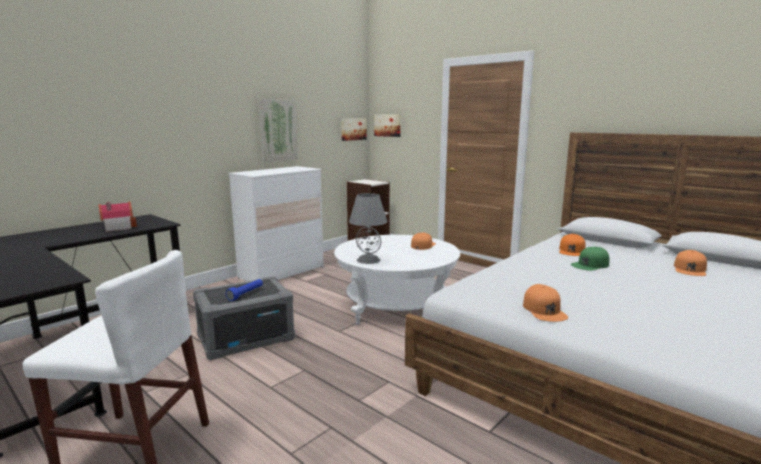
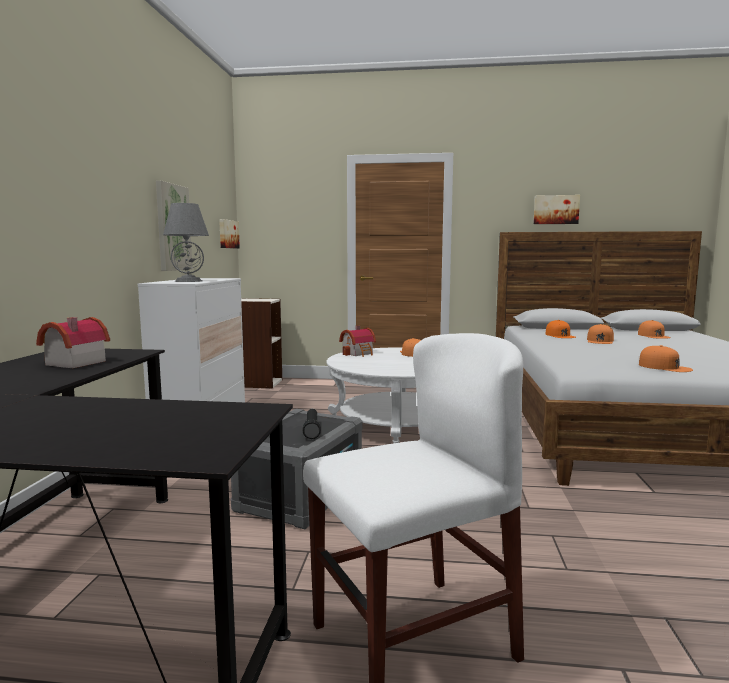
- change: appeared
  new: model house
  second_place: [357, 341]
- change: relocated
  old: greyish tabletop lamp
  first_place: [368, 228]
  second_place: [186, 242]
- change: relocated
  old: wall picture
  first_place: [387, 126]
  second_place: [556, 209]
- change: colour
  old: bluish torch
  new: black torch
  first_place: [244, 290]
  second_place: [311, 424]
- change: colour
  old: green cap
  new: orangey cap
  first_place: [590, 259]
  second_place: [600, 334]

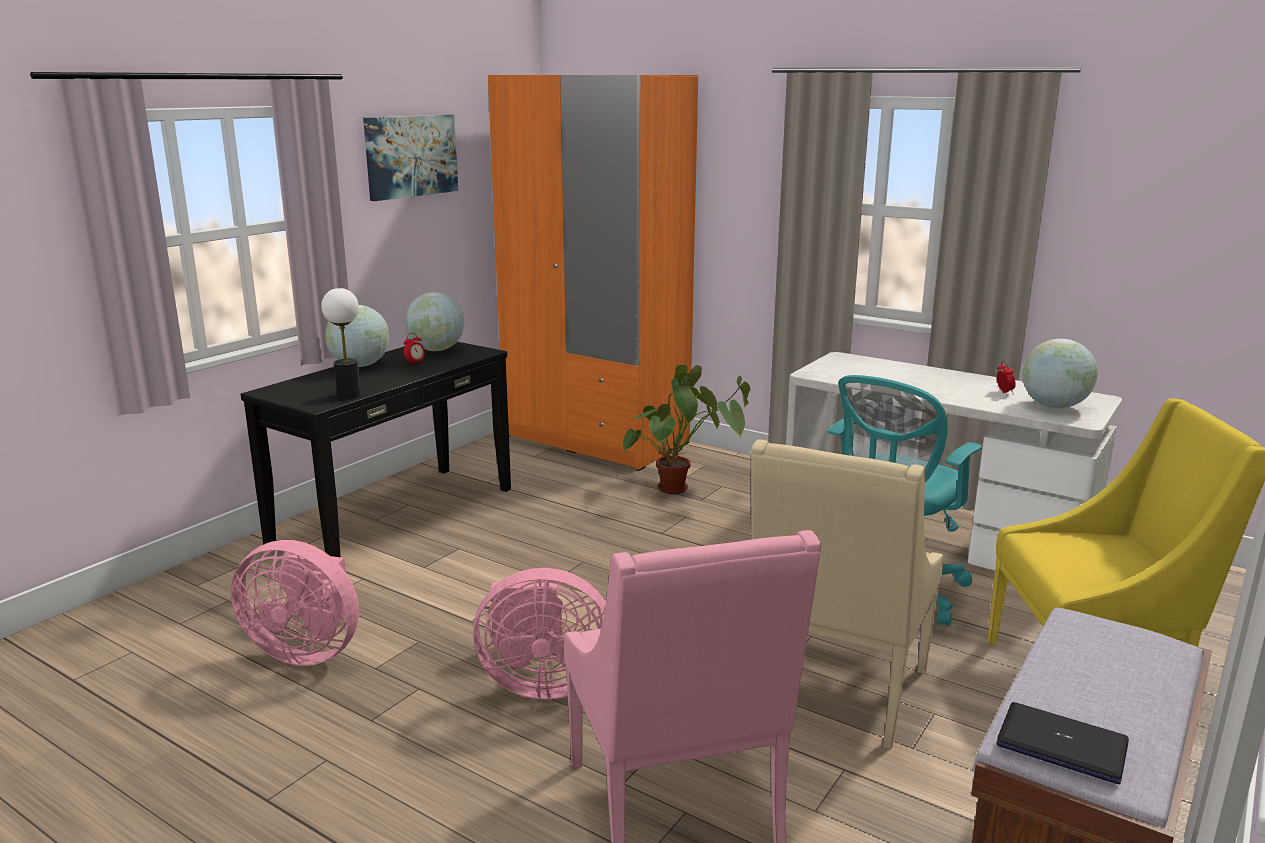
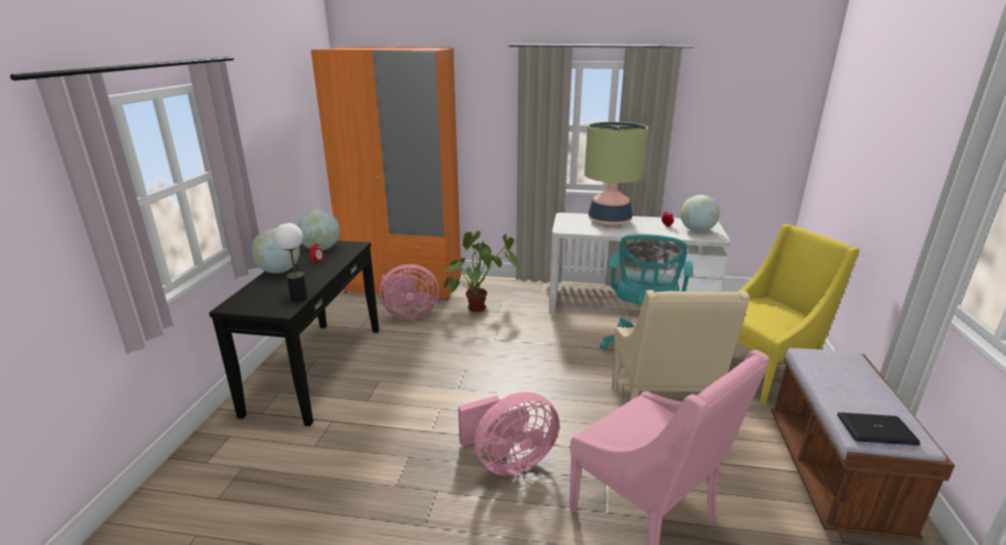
- change: missing
  old: wall picture
  first_place: [410, 157]
- change: appeared
  new: tabletop lamp
  second_place: [616, 174]
- change: relocated
  old: pinkish cooling fan
  first_place: [295, 603]
  second_place: [409, 292]

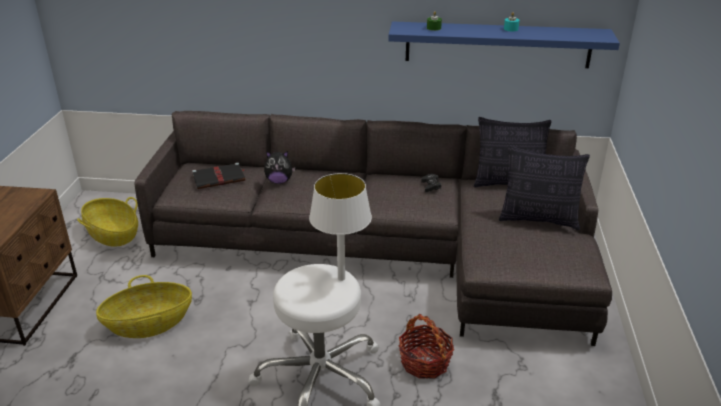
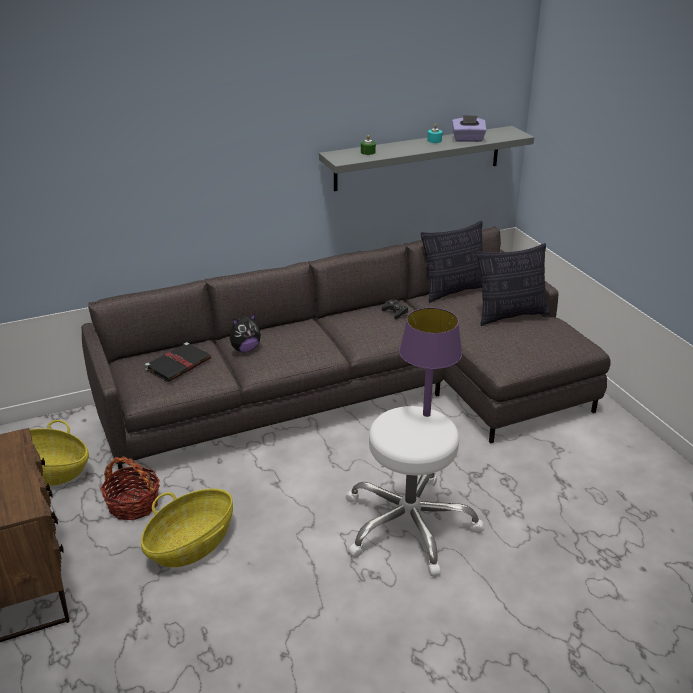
- change: appeared
  new: purple box of tissues
  second_place: [469, 128]
- change: relocated
  old: basket
  first_place: [426, 346]
  second_place: [130, 488]
- change: colour
  old: white-coloured tabletop lamp
  new: purple tabletop lamp
  first_place: [340, 227]
  second_place: [430, 362]
- change: colour
  old: bluish wall shelf
  new: greyish wall shelf
  first_place: [504, 44]
  second_place: [426, 158]

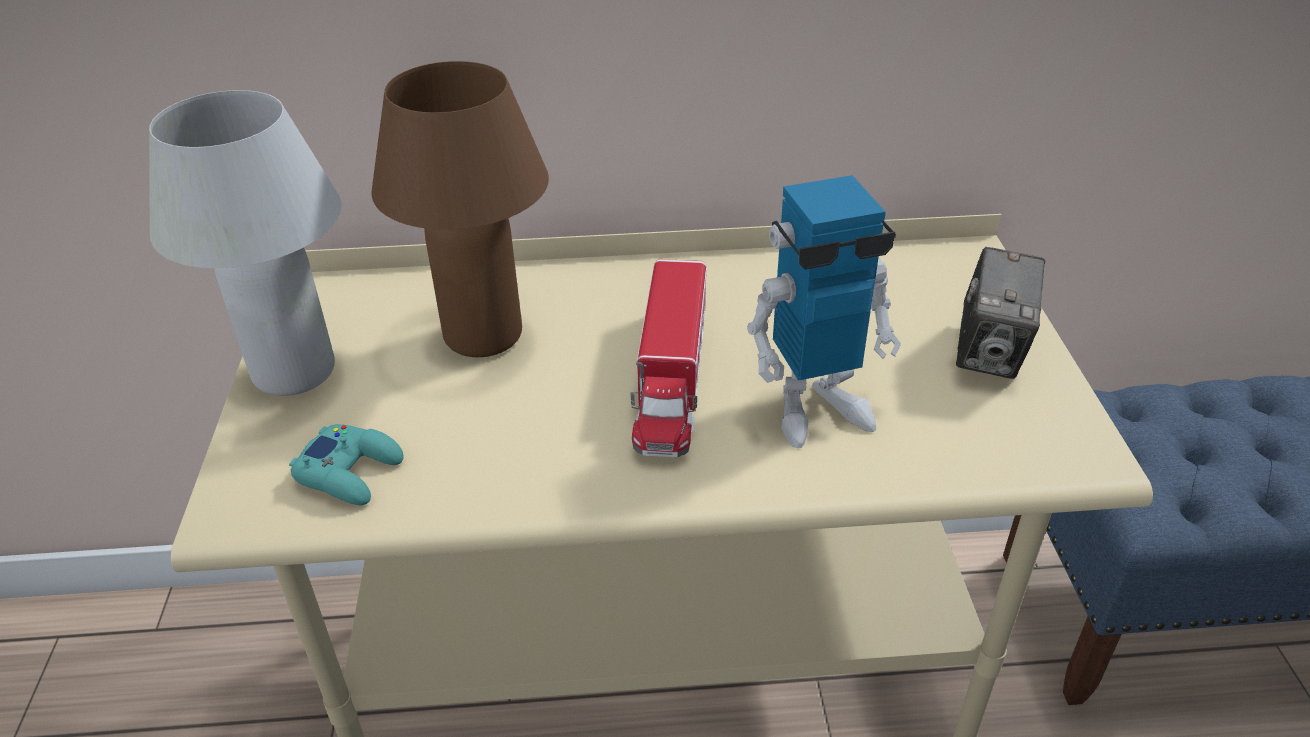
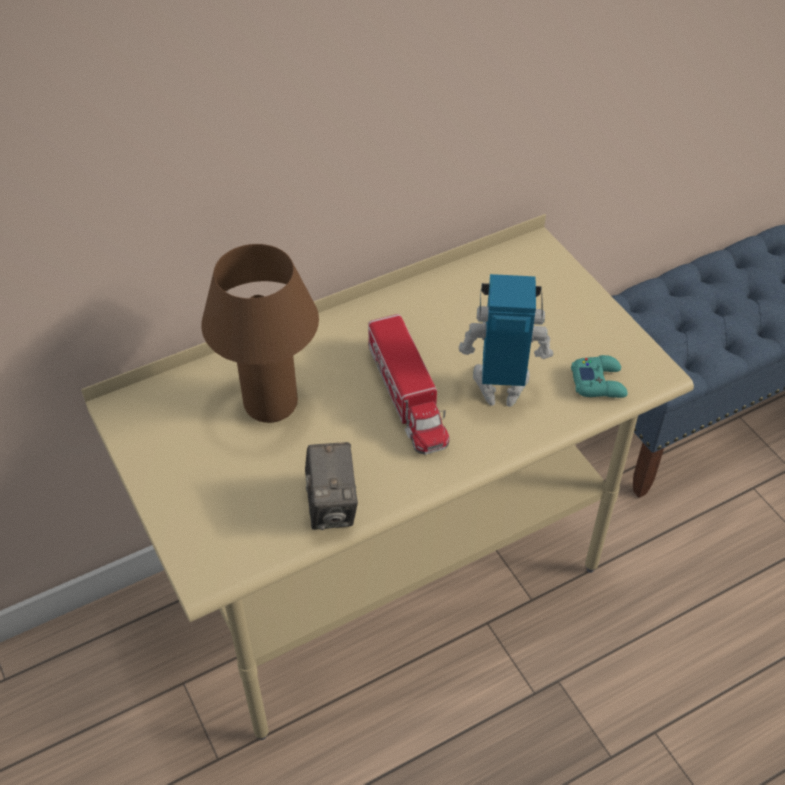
- change: missing
  old: white-coloured tabletop lamp
  first_place: [245, 243]
- change: relocated
  old: turquoise-coloured joypad
  first_place: [346, 464]
  second_place: [599, 376]
- change: relocated
  old: still camera
  first_place: [1001, 313]
  second_place: [331, 486]
- change: spun
  old: robot figure
  first_place: [824, 311]
  second_place: [506, 340]
  degrees: -135

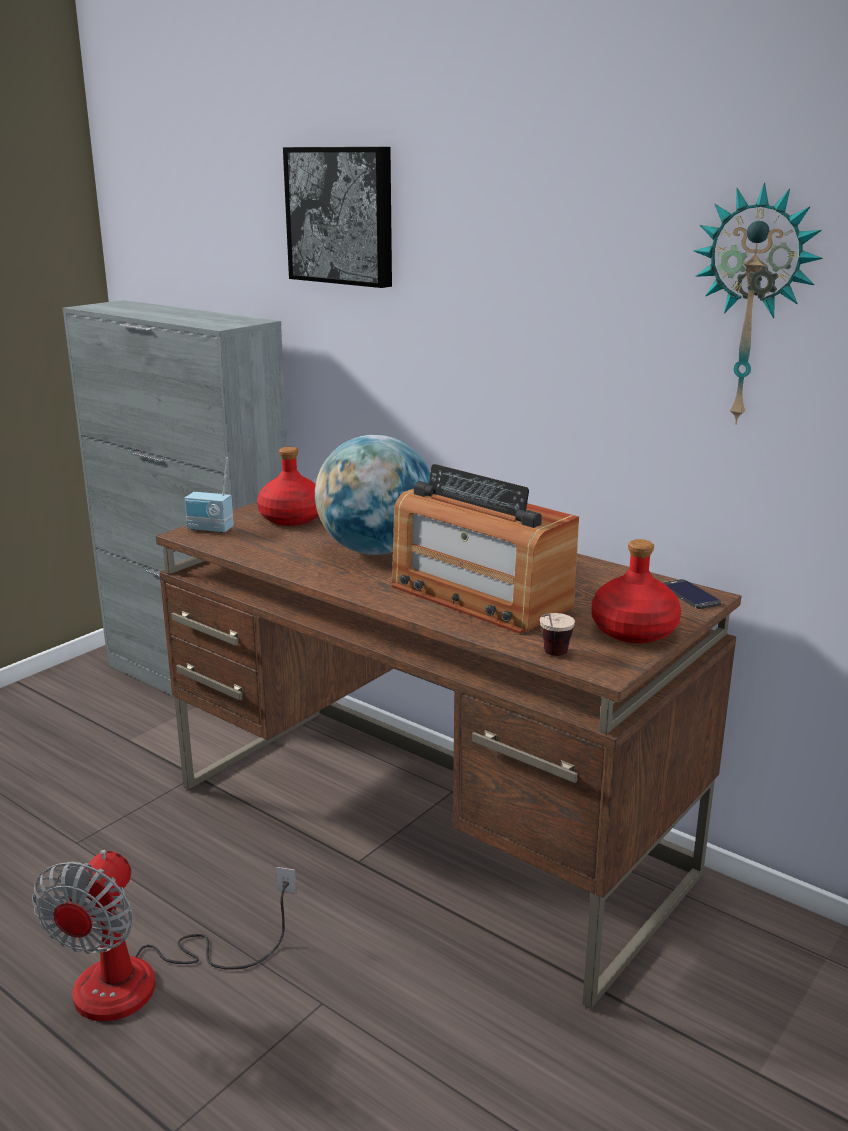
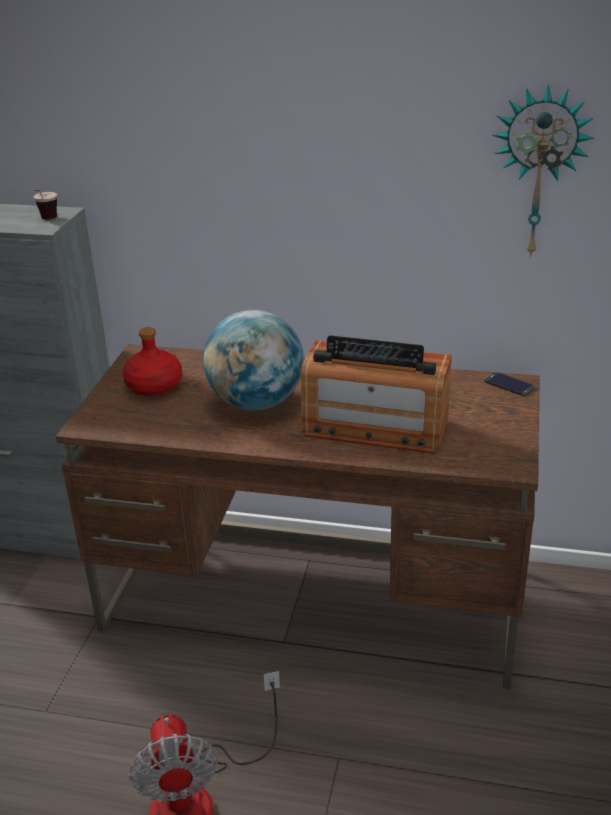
- change: missing
  old: radio
  first_place: [209, 495]
- change: missing
  old: wall picture
  first_place: [337, 217]
- change: missing
  old: red drink bottle
  first_place: [636, 591]
- change: relocated
  old: small cup
  first_place: [557, 634]
  second_place: [45, 205]

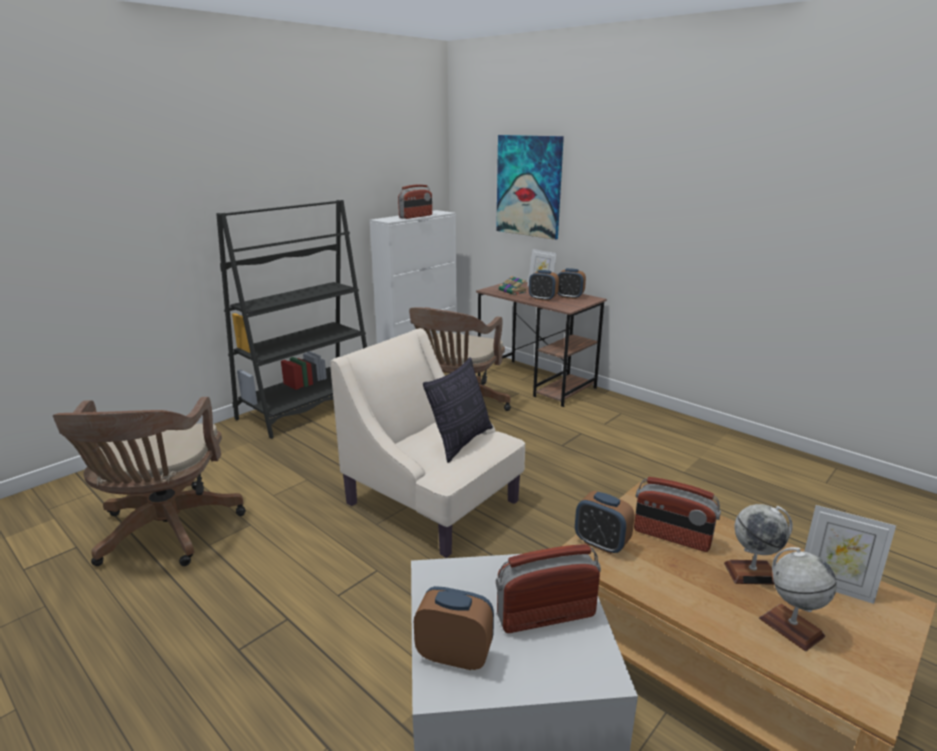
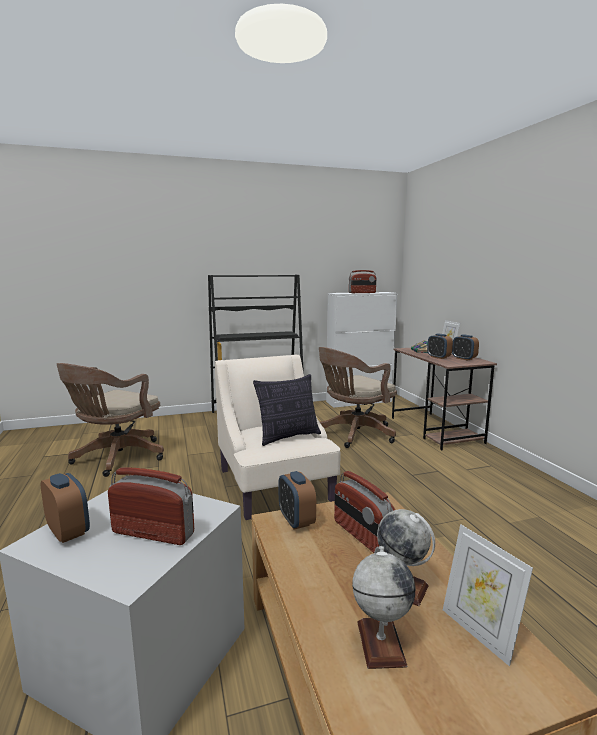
- change: missing
  old: wall picture
  first_place: [530, 187]

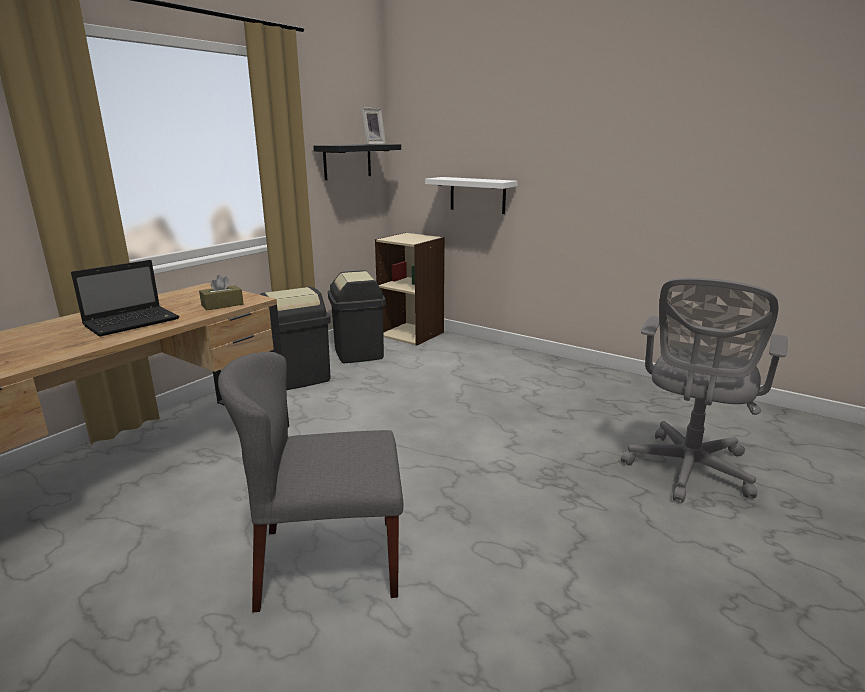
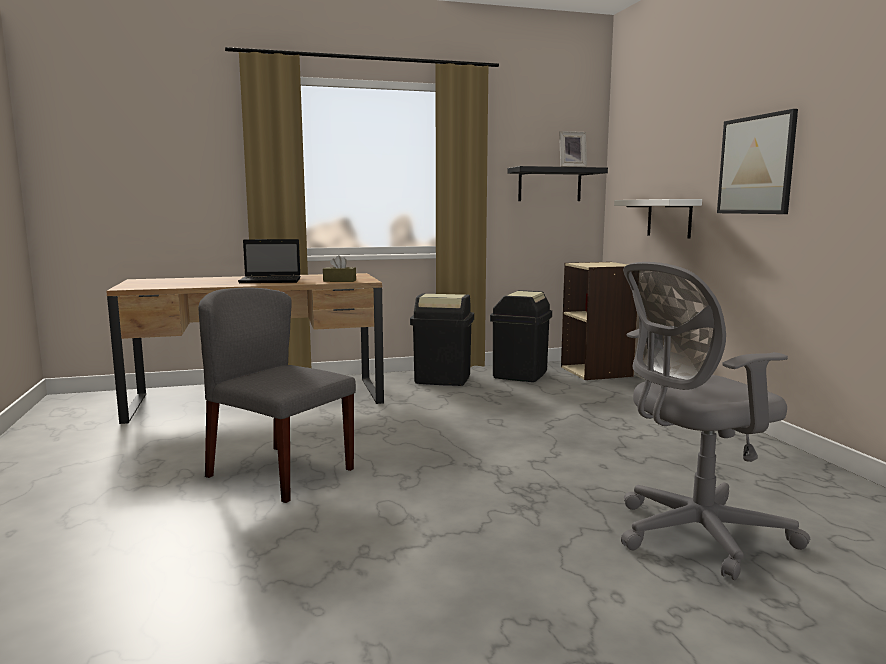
- change: appeared
  new: wall picture
  second_place: [757, 161]

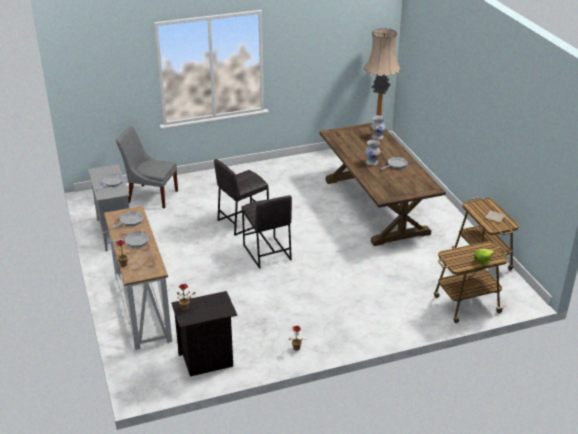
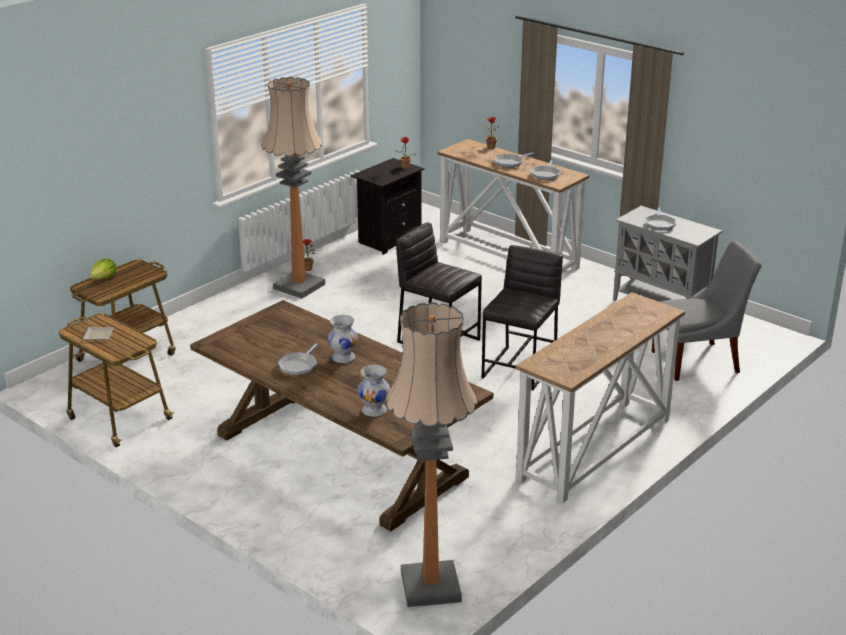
- change: appeared
  new: standard lamp
  second_place: [293, 188]
- change: appeared
  new: narrow table
  second_place: [600, 397]

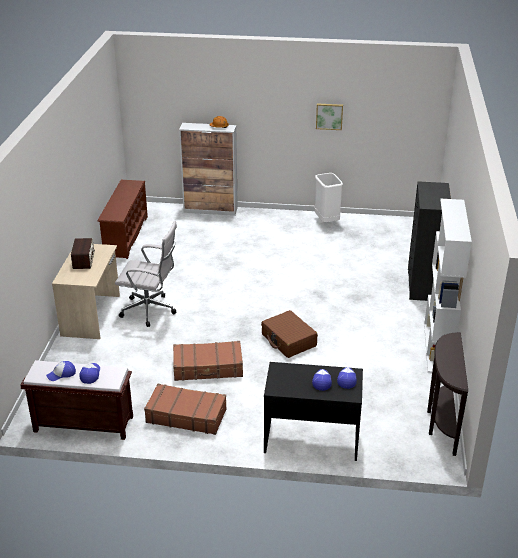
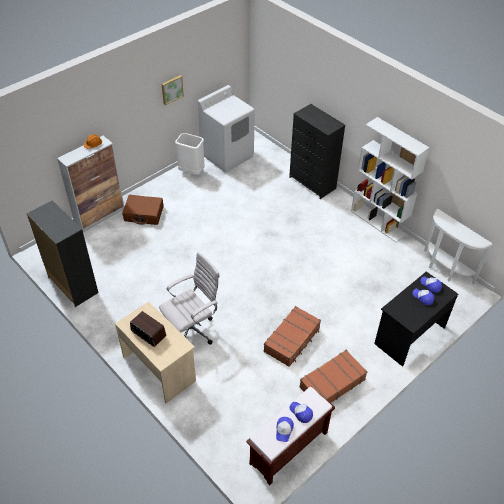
- change: appeared
  new: white-coloured laundry machine
  second_place: [226, 129]
- change: relocated
  old: brown travel case
  first_place: [289, 334]
  second_place: [143, 210]
- change: exchanged
  old: brown shoe stand
  new: black drawer chest
  first_place: [122, 219]
  second_place: [62, 253]
- change: colour
  old: brown narrow table
  new: white-coloured narrow table
  first_place: [447, 394]
  second_place: [458, 246]

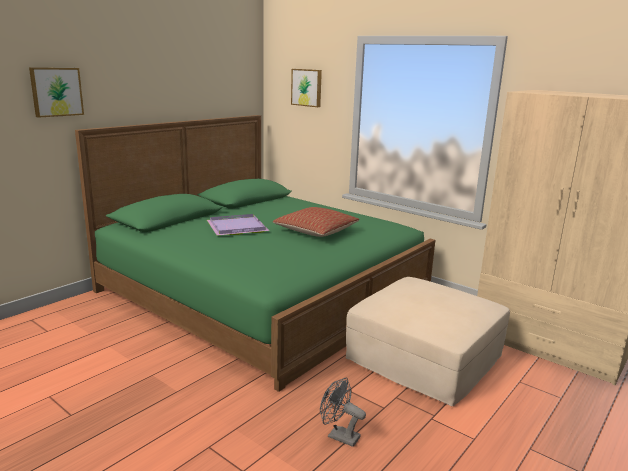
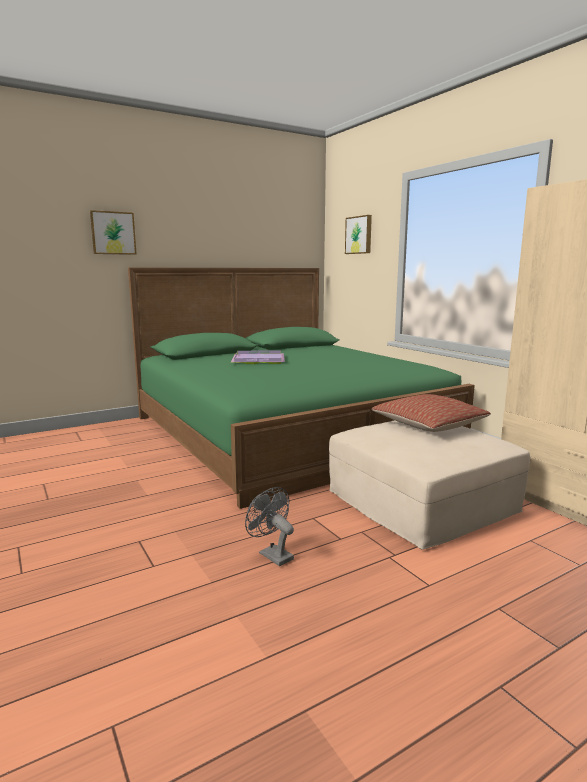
- change: relocated
  old: throw pillow
  first_place: [316, 222]
  second_place: [431, 413]

